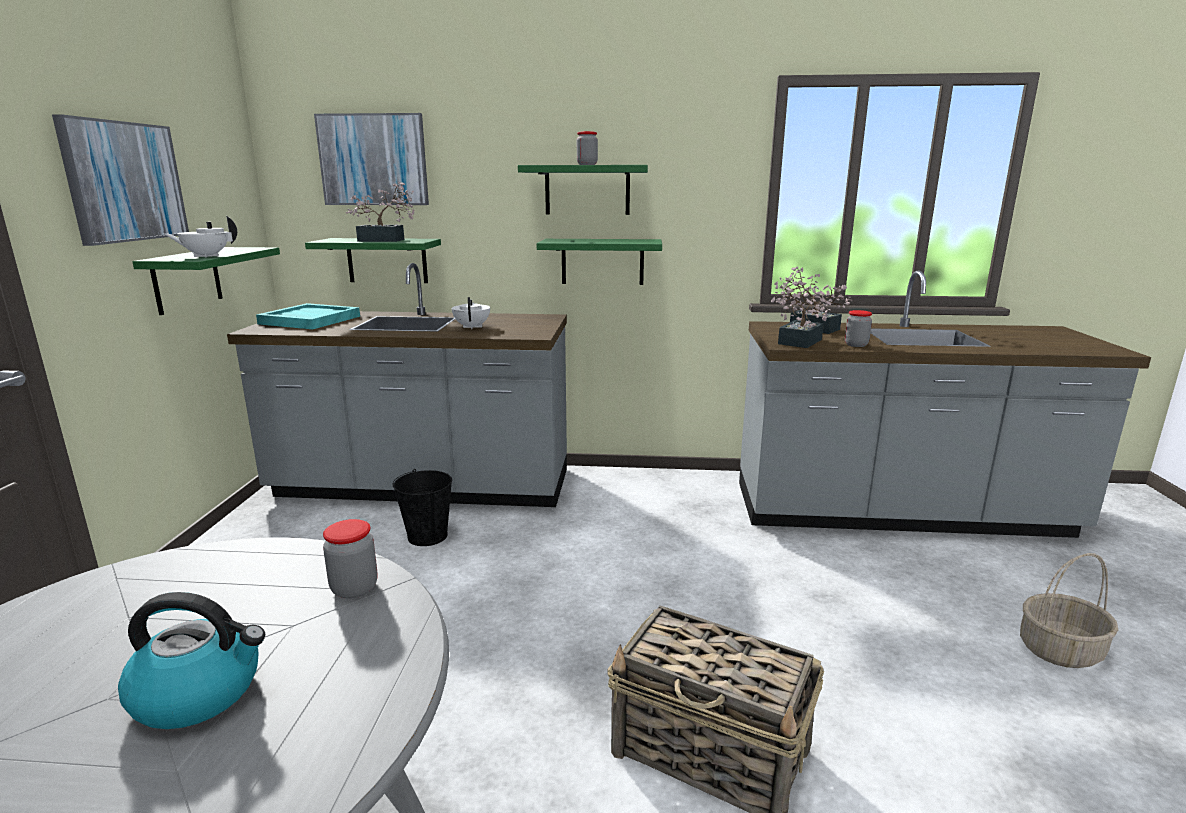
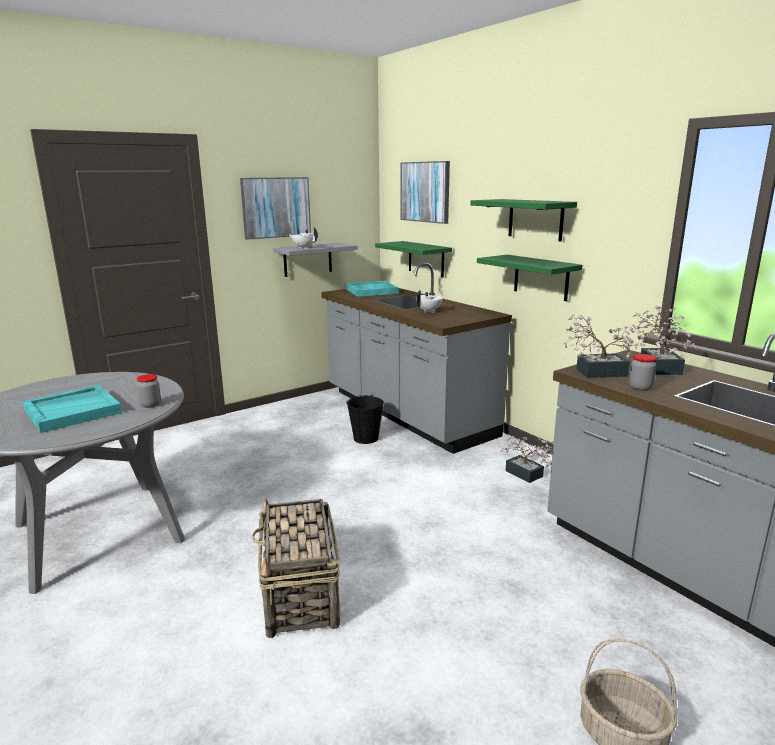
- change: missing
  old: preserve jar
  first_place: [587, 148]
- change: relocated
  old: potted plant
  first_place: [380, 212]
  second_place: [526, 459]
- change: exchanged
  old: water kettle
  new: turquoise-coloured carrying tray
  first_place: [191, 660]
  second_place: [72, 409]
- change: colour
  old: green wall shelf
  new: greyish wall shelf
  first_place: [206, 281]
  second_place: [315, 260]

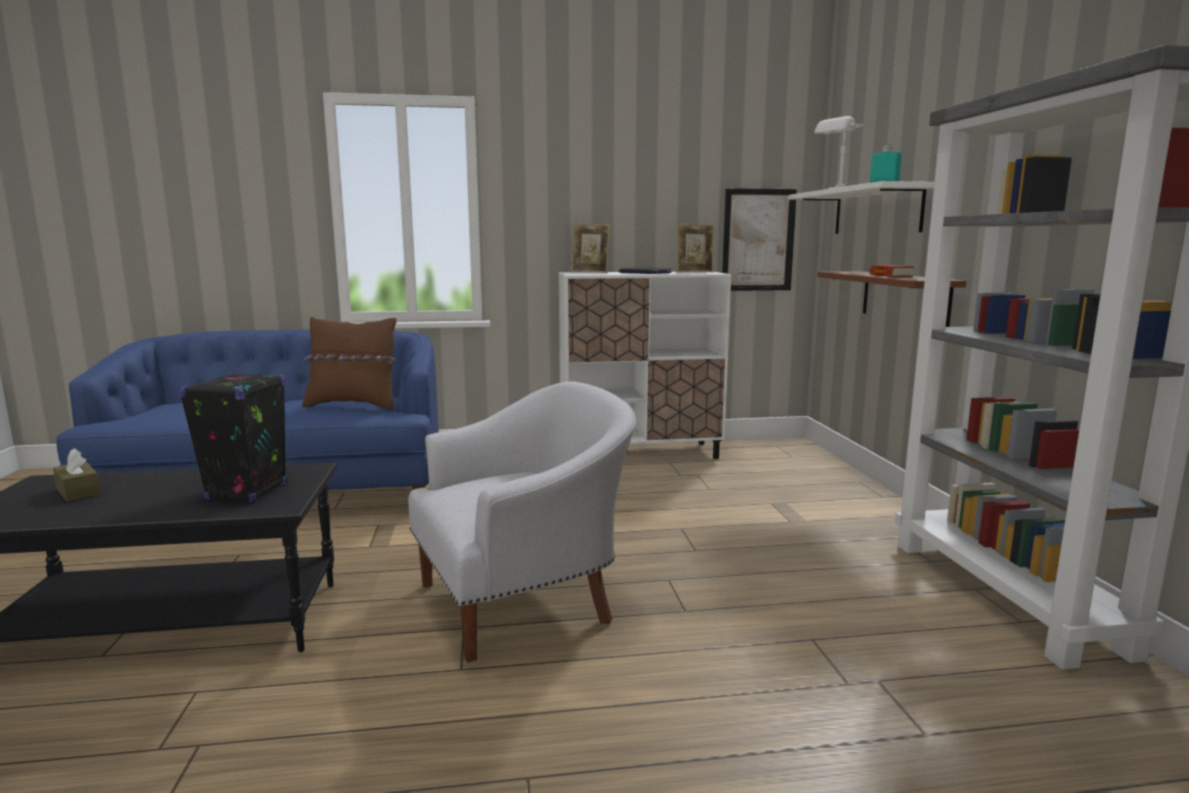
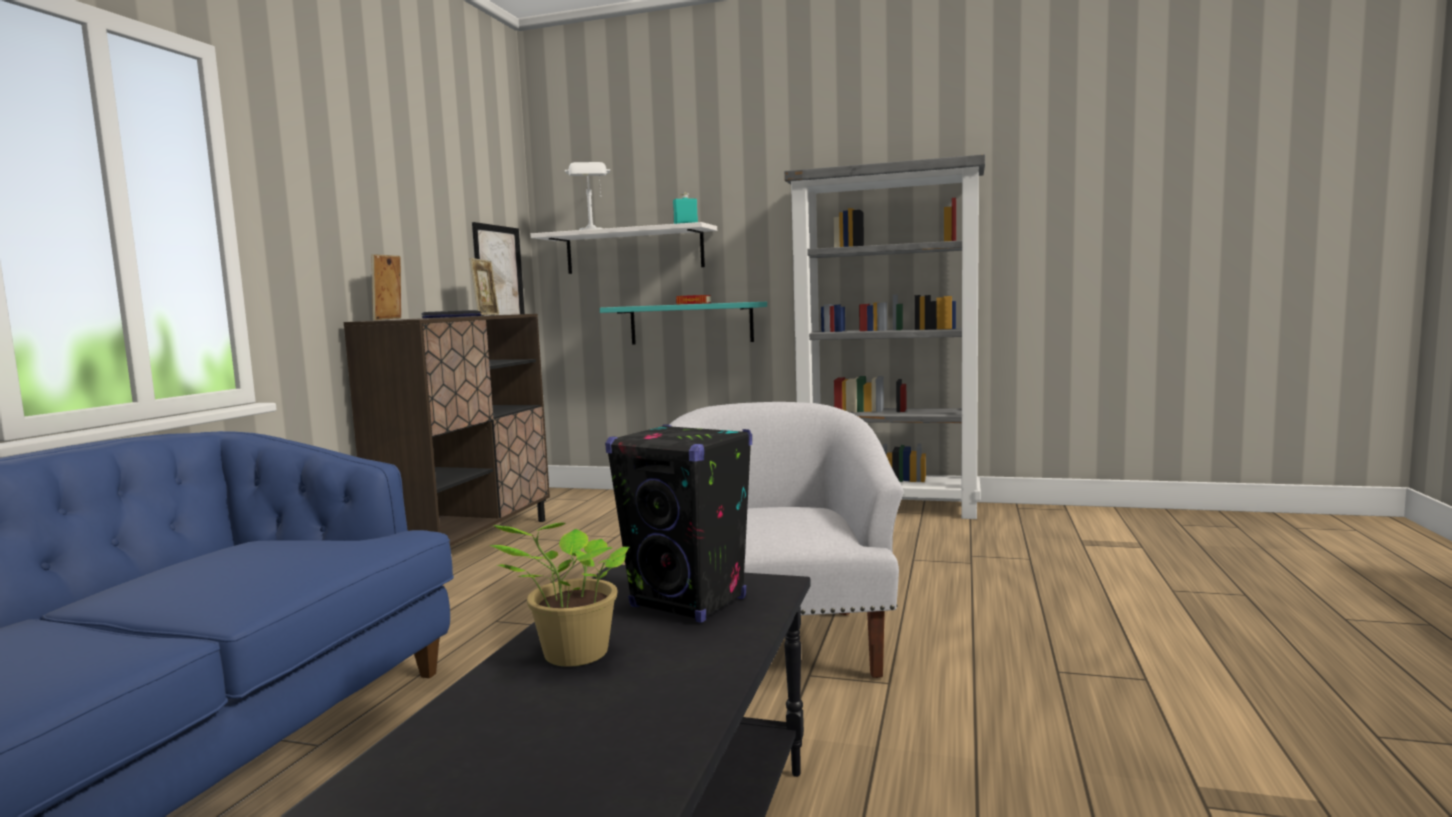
- change: missing
  old: brown box of tissues
  first_place: [77, 475]
- change: missing
  old: brown throw pillow
  first_place: [349, 363]
- change: appeared
  new: potted plant
  second_place: [559, 595]
- change: colour
  old: white-coloured cabinet
  new: brown cabinet
  first_place: [645, 365]
  second_place: [447, 430]
- change: colour
  old: brown wall shelf
  new: turquoise-coloured wall shelf
  first_place: [892, 299]
  second_place: [683, 323]
- change: spun
  old: standing frame
  first_place: [591, 248]
  second_place: [386, 287]
  degrees: 135

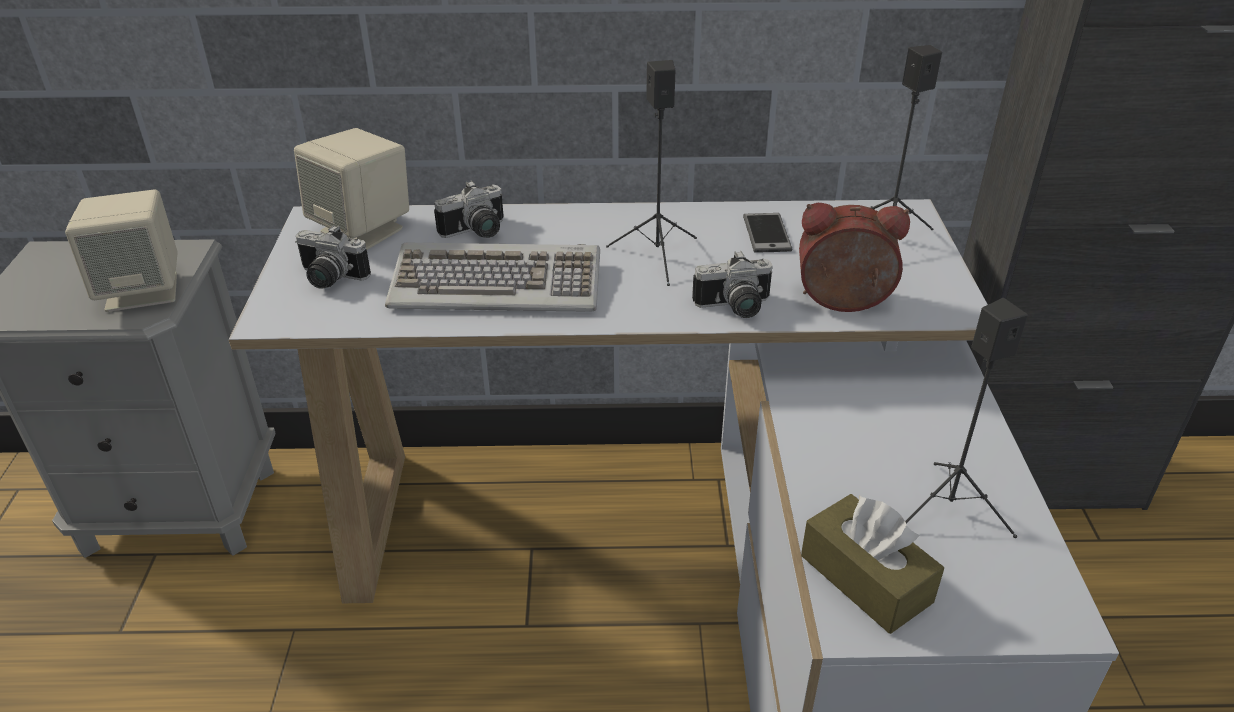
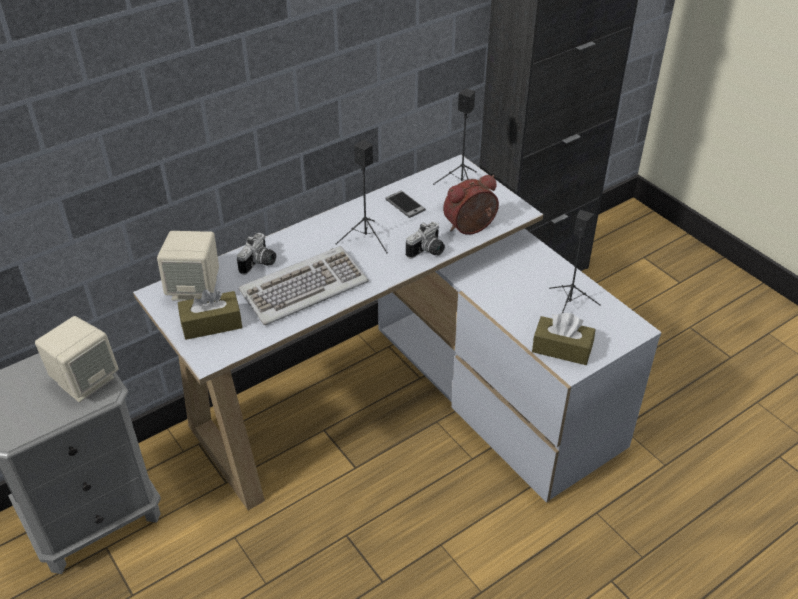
- change: exchanged
  old: still camera
  new: brown box of tissues
  first_place: [333, 257]
  second_place: [210, 314]

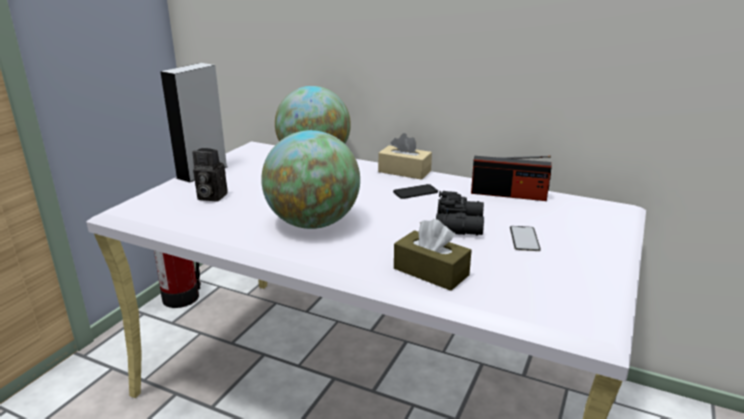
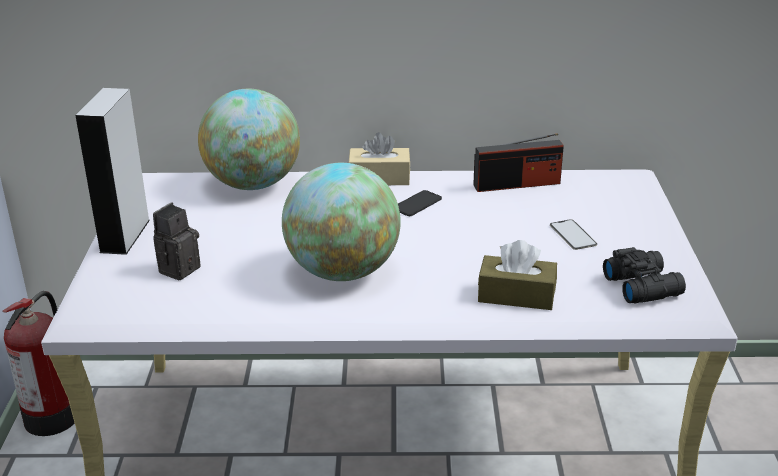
- change: relocated
  old: black field glasses
  first_place: [460, 213]
  second_place: [644, 275]
- change: spun
  old: still camera
  first_place: [210, 175]
  second_place: [177, 241]
  degrees: 135

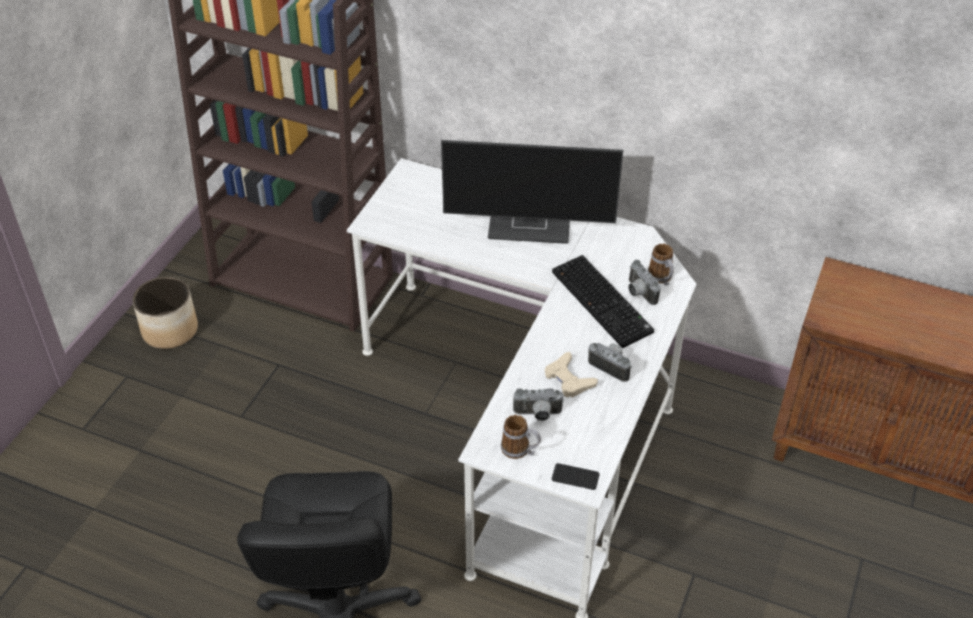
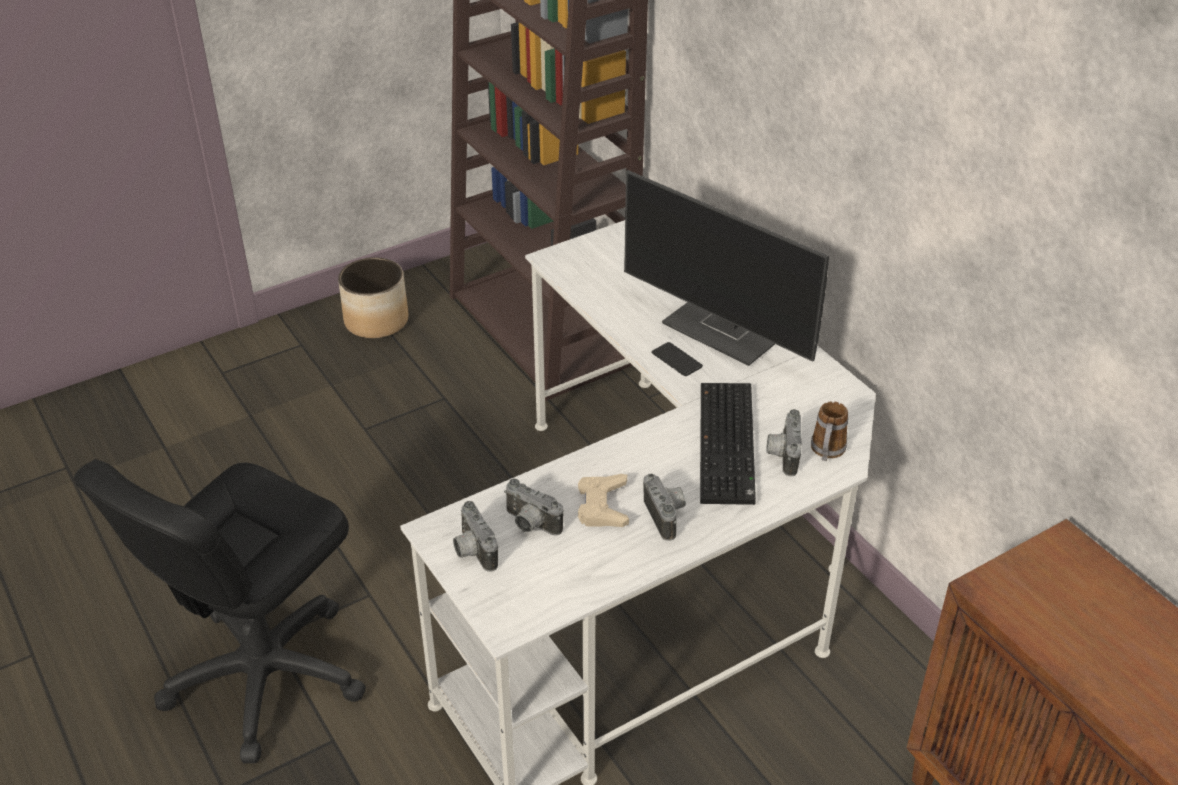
- change: relocated
  old: phone
  first_place: [576, 476]
  second_place: [677, 359]
- change: exchanged
  old: mug
  new: still camera
  first_place: [521, 437]
  second_place: [475, 536]

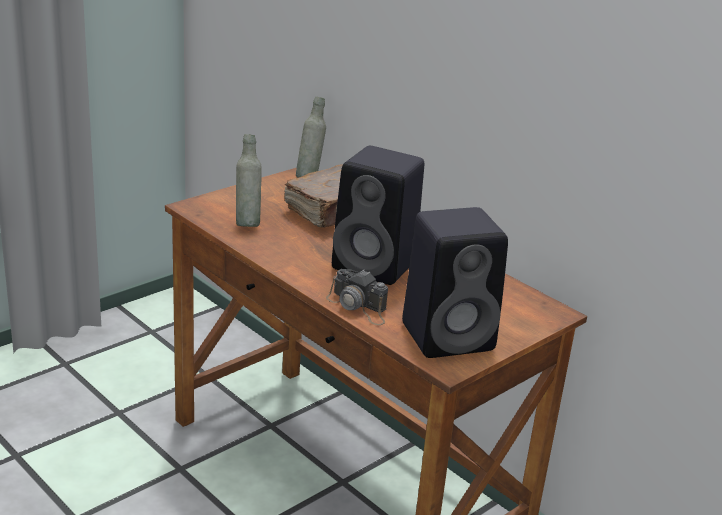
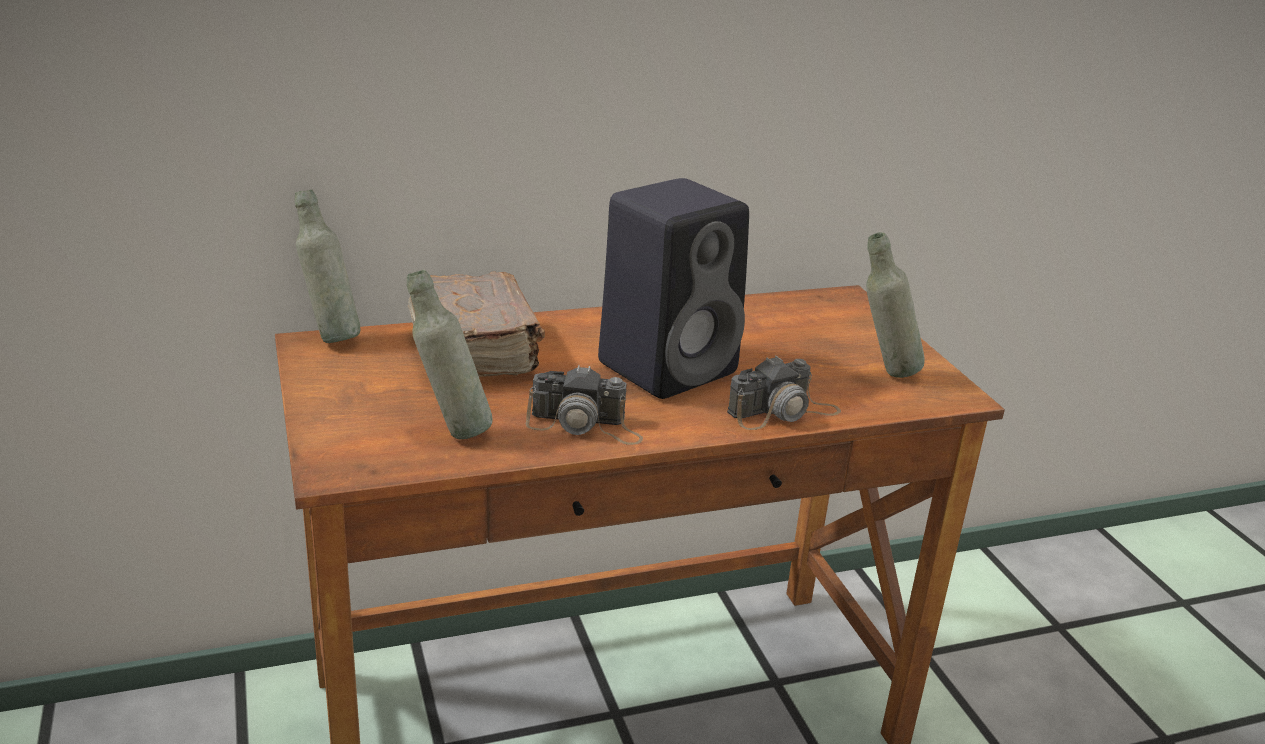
- change: appeared
  new: still camera
  second_place: [584, 405]
- change: exchanged
  old: black audio speaker
  new: greyish drink bottle
  first_place: [455, 282]
  second_place: [895, 305]

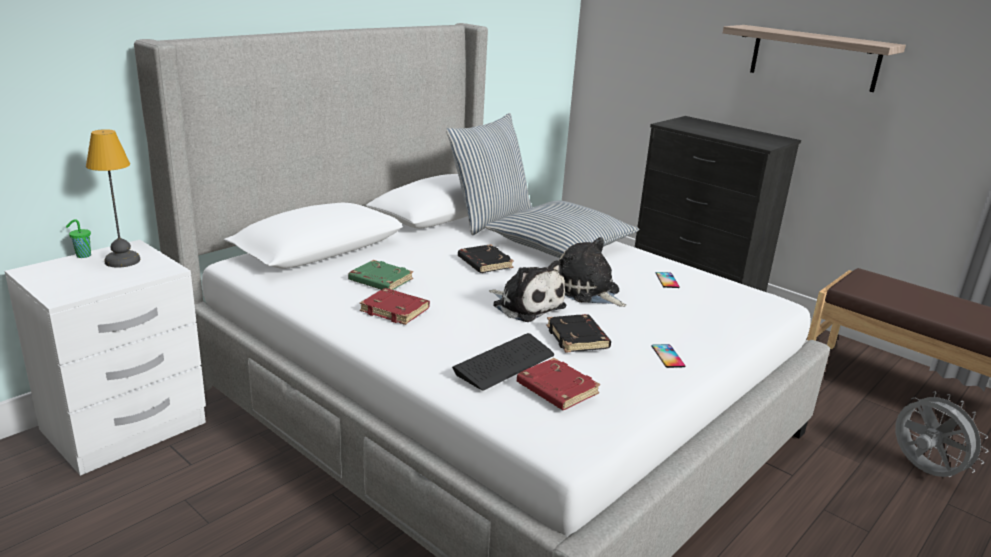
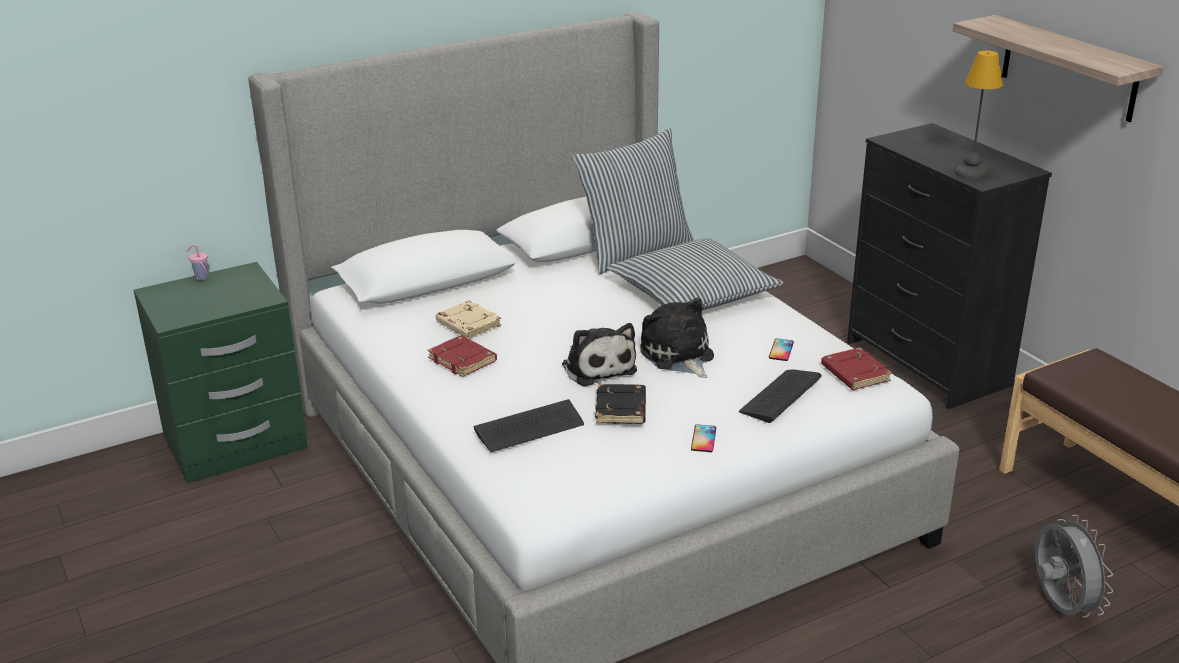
- change: missing
  old: black book
  first_place: [486, 258]
- change: appeared
  new: keyboard
  second_place: [780, 396]
- change: relocated
  old: tabletop lamp
  first_place: [113, 198]
  second_place: [979, 115]
- change: relocated
  old: red book
  first_place: [558, 384]
  second_place: [856, 368]
- change: colour
  old: white-coloured nightstand
  new: green nightstand
  first_place: [105, 358]
  second_place: [221, 373]
- change: colour
  old: green small cup
  new: pinkish small cup
  first_place: [78, 238]
  second_place: [197, 262]
- change: colour
  old: green book
  new: sand-coloured book
  first_place: [380, 275]
  second_place: [468, 320]

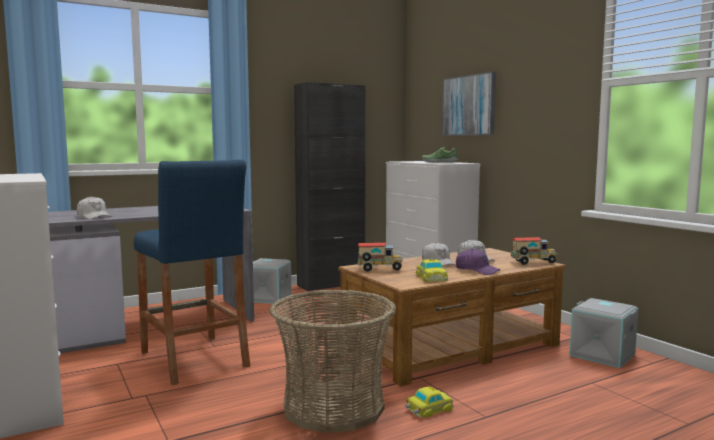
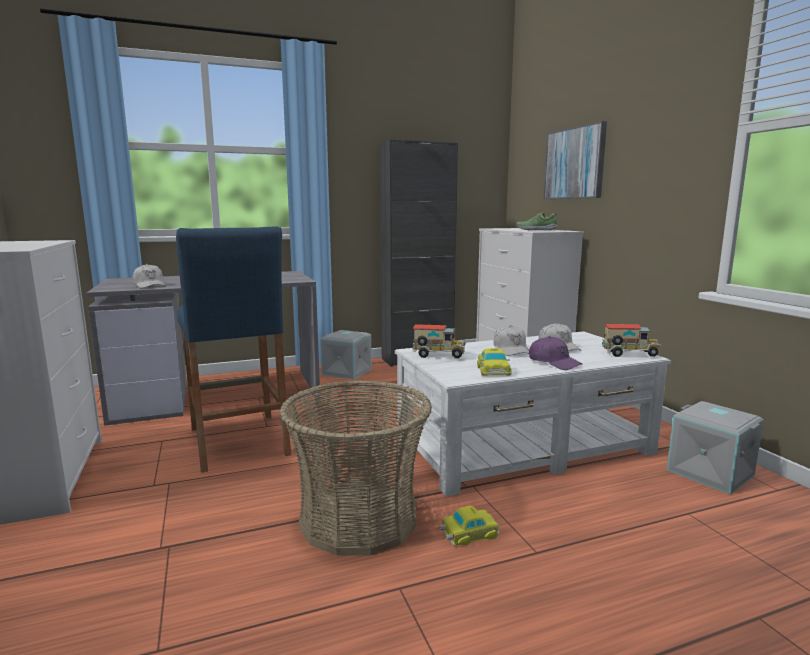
- change: colour
  old: brown coffee table
  new: white-coloured coffee table
  first_place: [452, 317]
  second_place: [533, 414]

